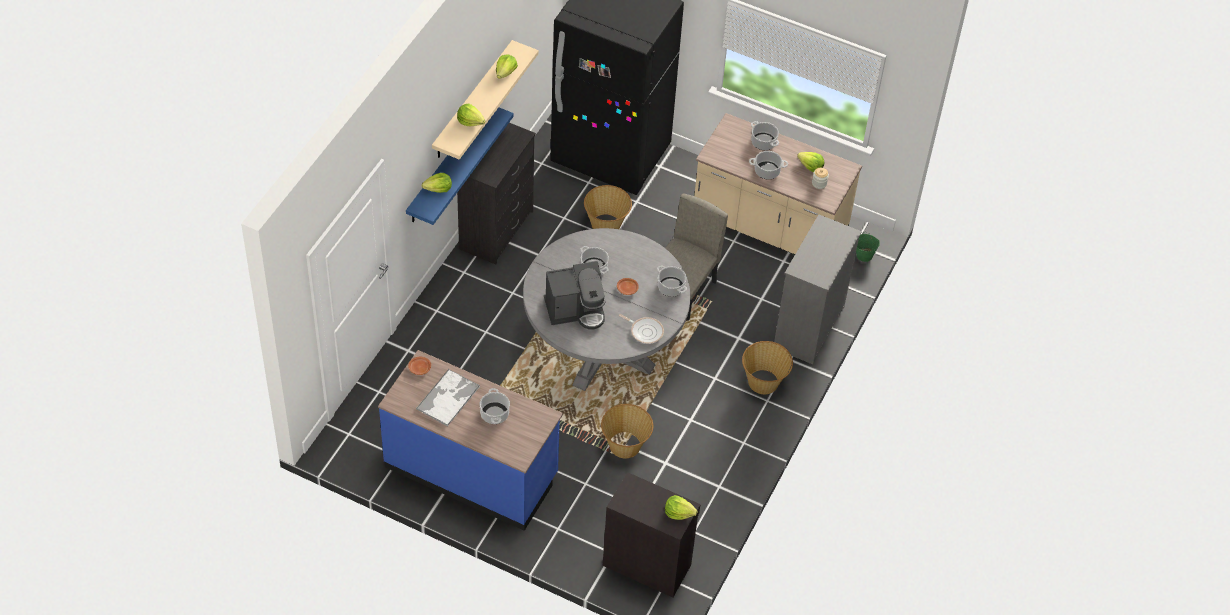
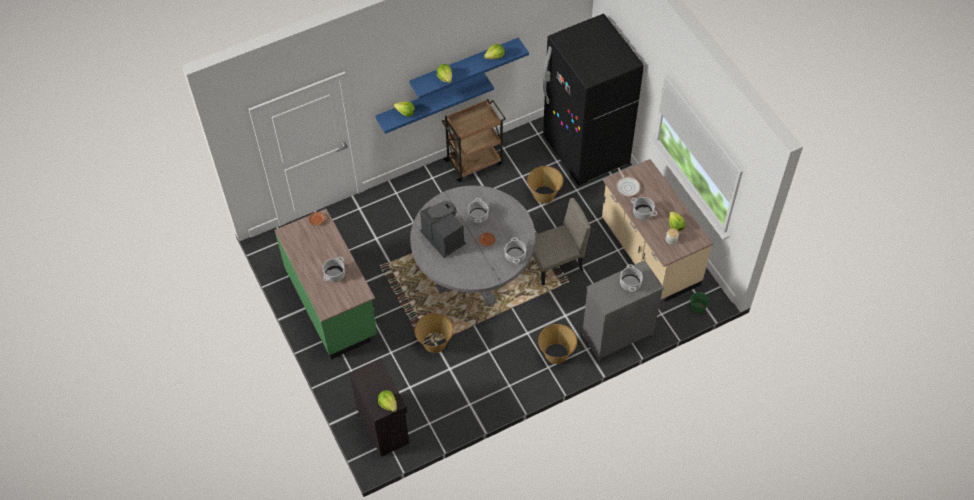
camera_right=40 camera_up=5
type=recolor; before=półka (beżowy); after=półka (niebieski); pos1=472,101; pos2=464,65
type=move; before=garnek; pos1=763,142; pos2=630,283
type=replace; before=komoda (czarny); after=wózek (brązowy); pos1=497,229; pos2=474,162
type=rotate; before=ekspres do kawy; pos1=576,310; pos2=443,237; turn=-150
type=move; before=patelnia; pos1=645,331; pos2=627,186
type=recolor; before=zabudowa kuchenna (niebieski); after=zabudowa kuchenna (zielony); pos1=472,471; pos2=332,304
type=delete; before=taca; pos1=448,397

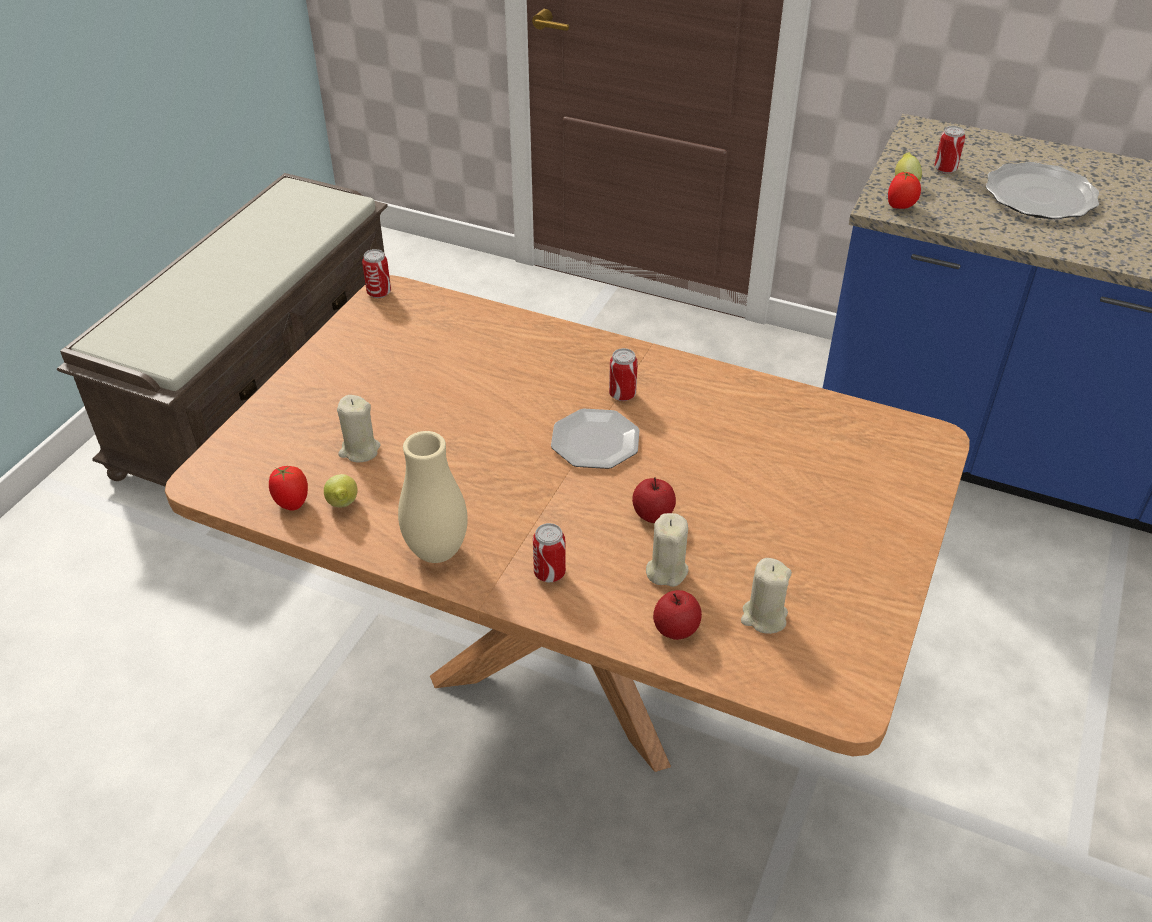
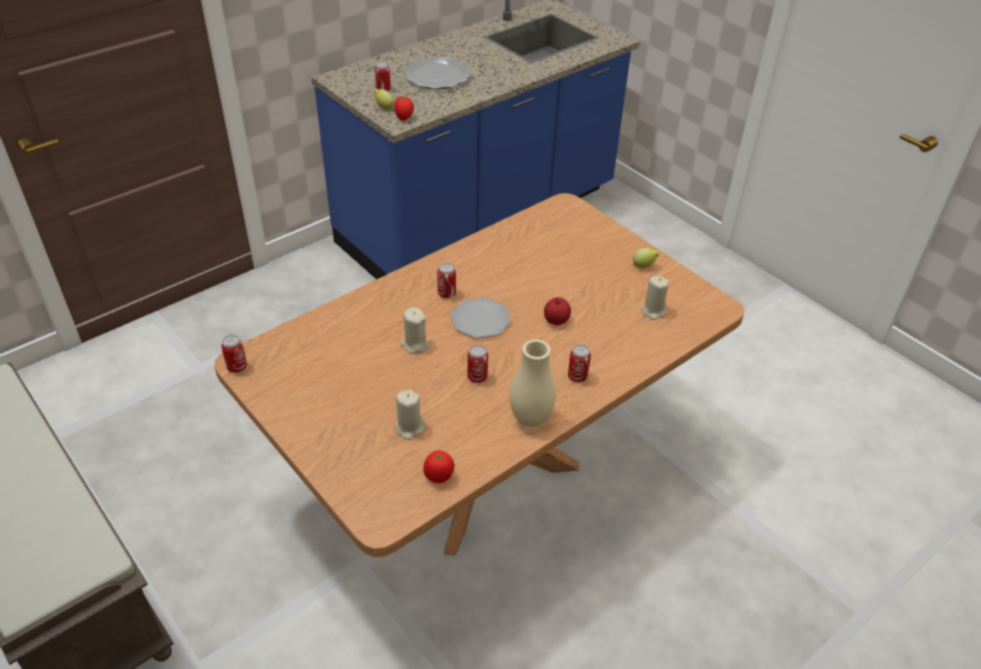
camera_right=-65 camera_up=0
type=move; before=cytryna; pos1=343,505; pos2=644,266
type=move; before=świeca (beżowy); pos1=666,570; pos2=415,345
type=delete; before=jabłko; pos1=676,629
type=insert; after=puszka; pos2=477,377

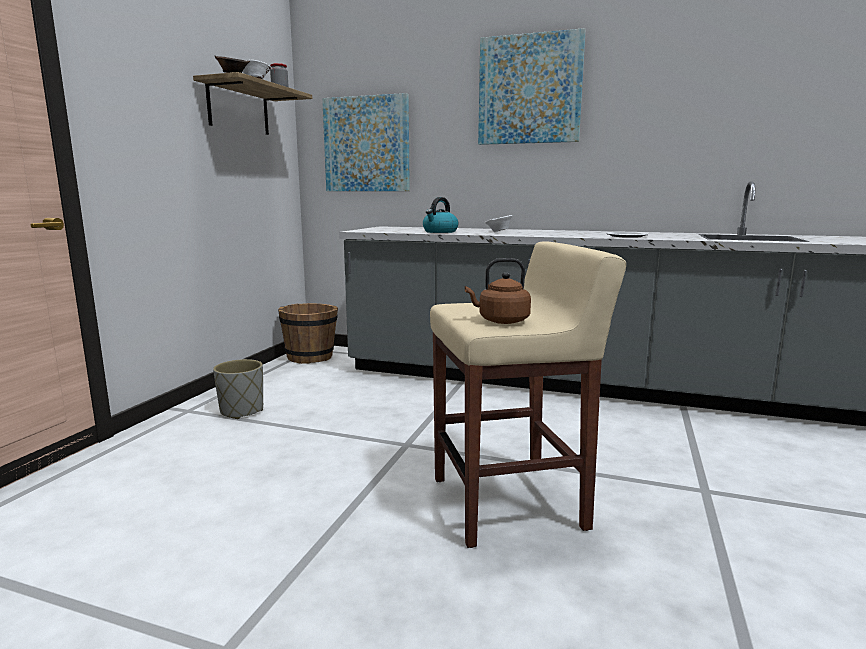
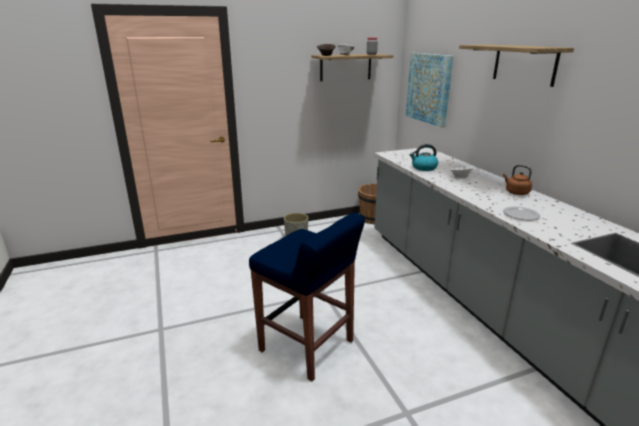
camera_right=50 camera_up=10
type=replace; before=obraz; after=półka; pos1=530,90; pos2=524,64
type=recolor; before=stołek (beżowy); after=stołek (niebieski); pos1=510,503; pos2=308,347
type=move; before=czajnik (brązowy); pos1=501,321; pos2=515,192

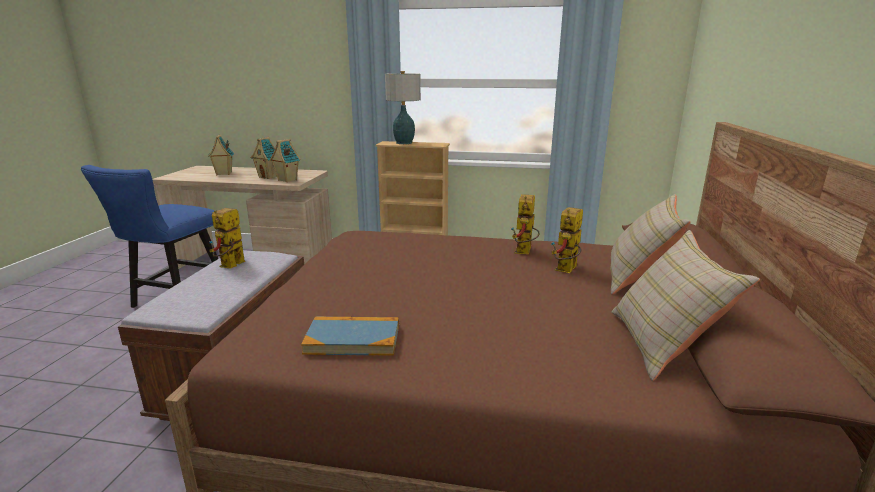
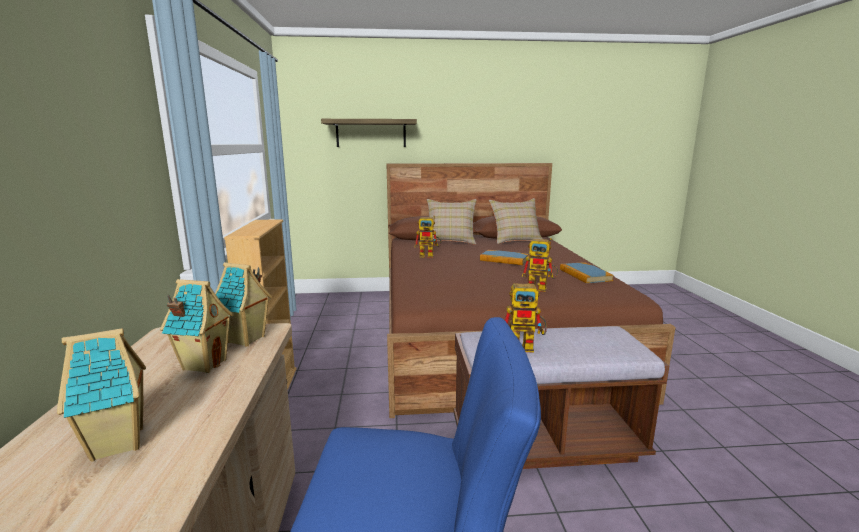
camera_right=-105 camera_up=-5
type=delete; before=lampa stołowa; pos1=404,143
type=move; before=robot zabawkowy; pos1=566,271; pos2=541,288
type=insert; after=półka; pos2=371,133
type=insert; after=książka; pos2=504,259

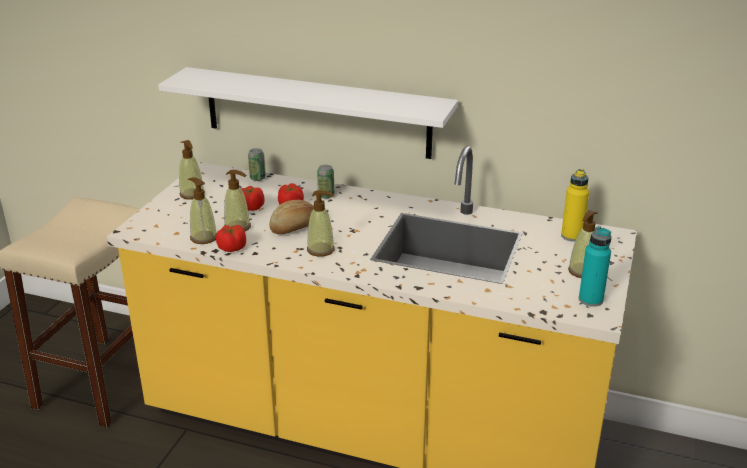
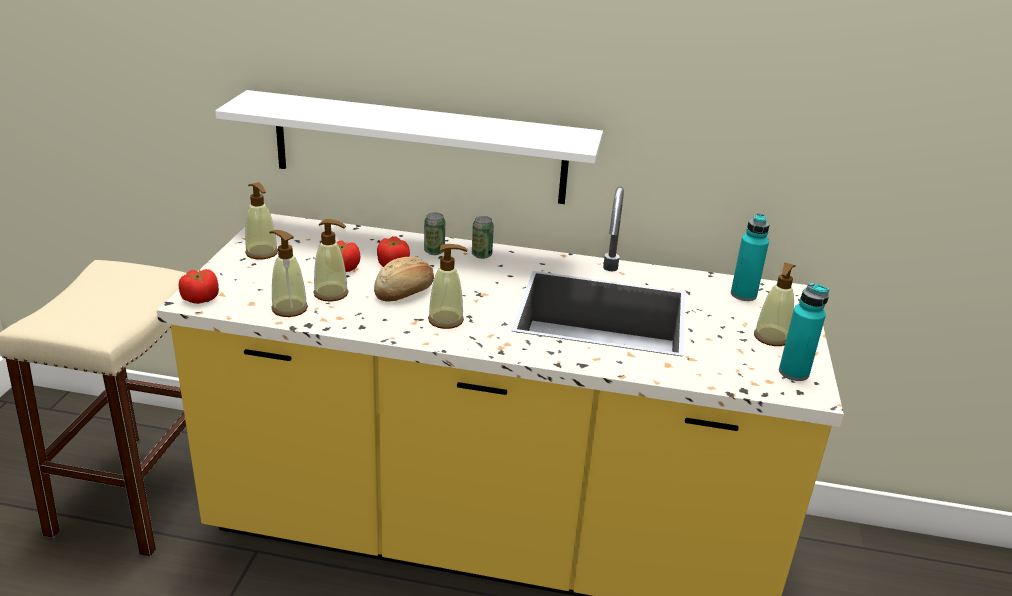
camera_right=-10 camera_up=0
type=move; before=puszka; pos1=257,178; pos2=481,255
type=recolor; before=butelka (żółty); after=butelka (turkusowy); pos1=572,236; pos2=743,295
type=move; before=pomidor; pos1=232,248; pos2=200,299

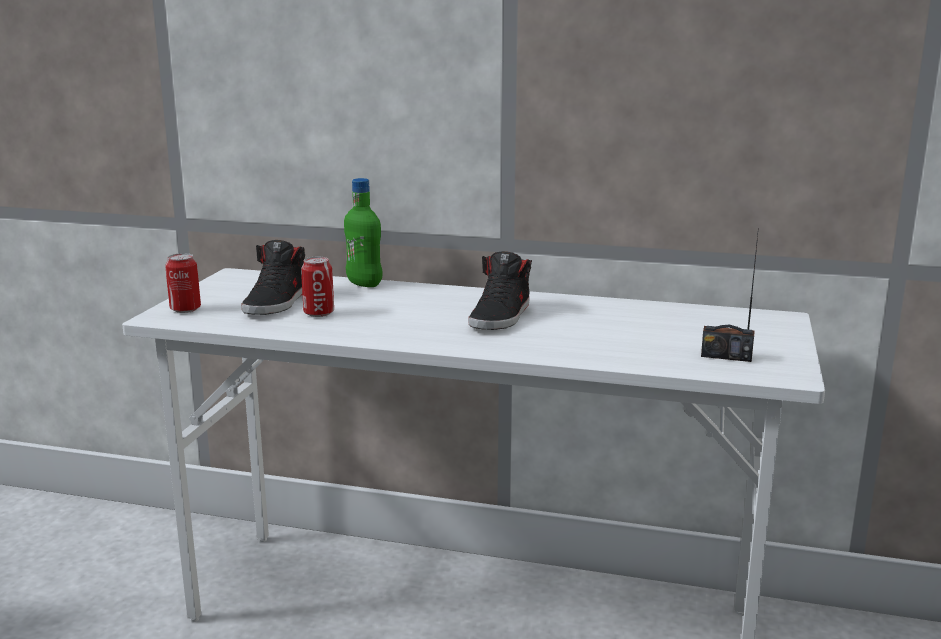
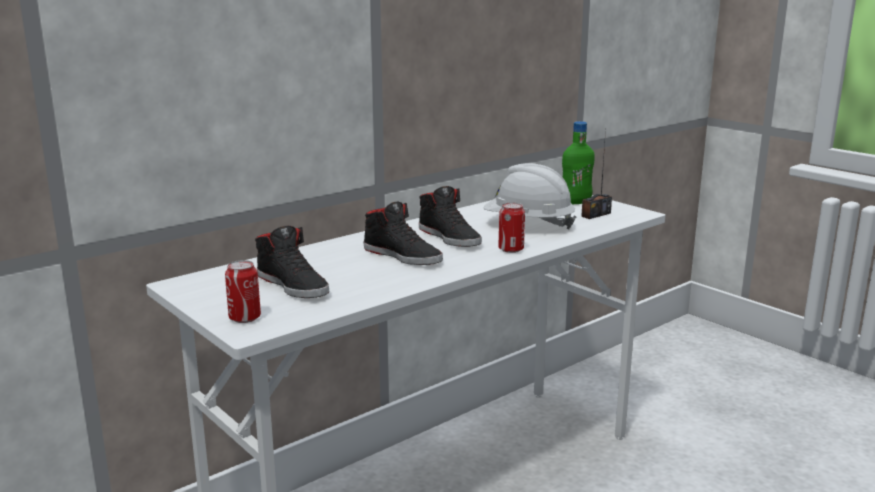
camera_right=-55 camera_up=0
type=move; before=butelka (zielony); pos1=364,284; pos2=575,202
type=move; before=puszka; pos1=319,313; pos2=511,249
type=insert; after=kask (biały); pos2=528,225
type=insert; after=but (czarny); pos2=403,256

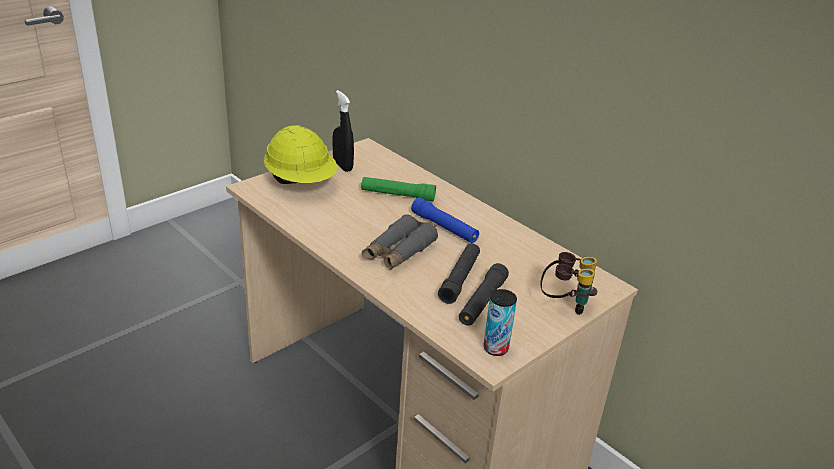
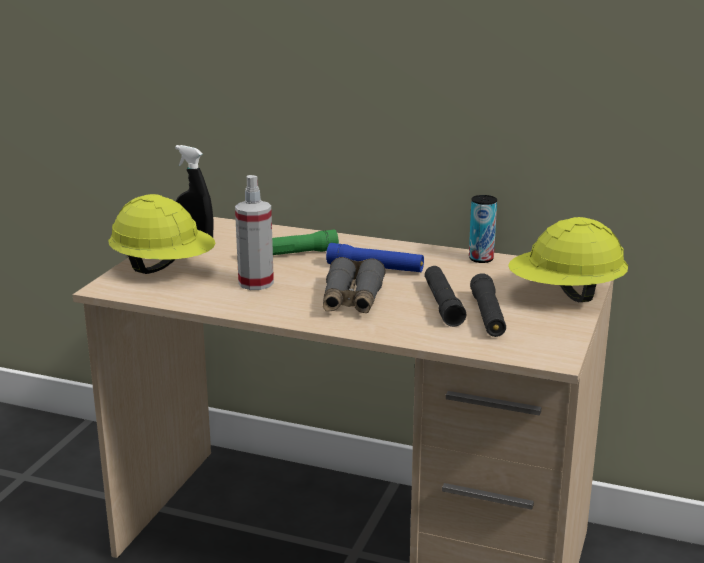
camera_right=-25 camera_up=-10
type=replace; before=lornetka; after=kask (żółty); pos1=565,303; pos2=565,295
type=move; before=puszka; pos1=495,348; pos2=481,259
type=insert; after=spryskiwacz; pos2=256,283

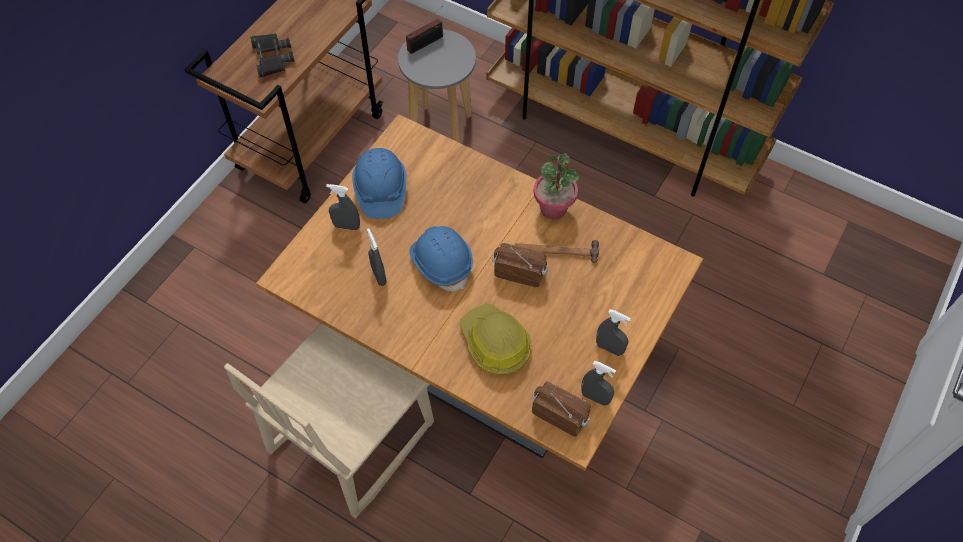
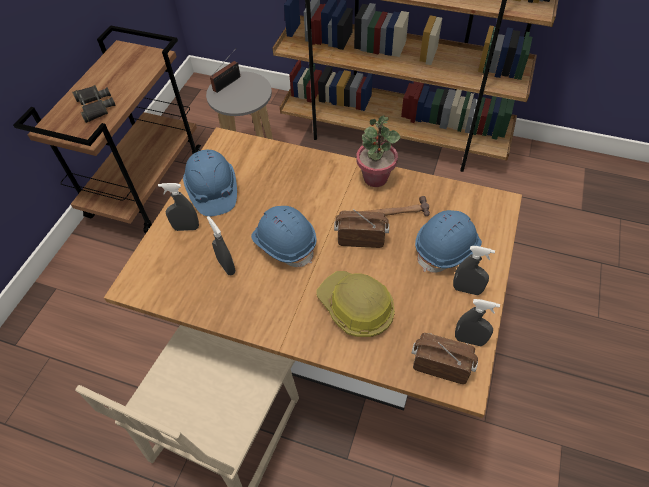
camera_right=-10 camera_up=-5
type=insert; after=kask (niebieski); pos2=447,249

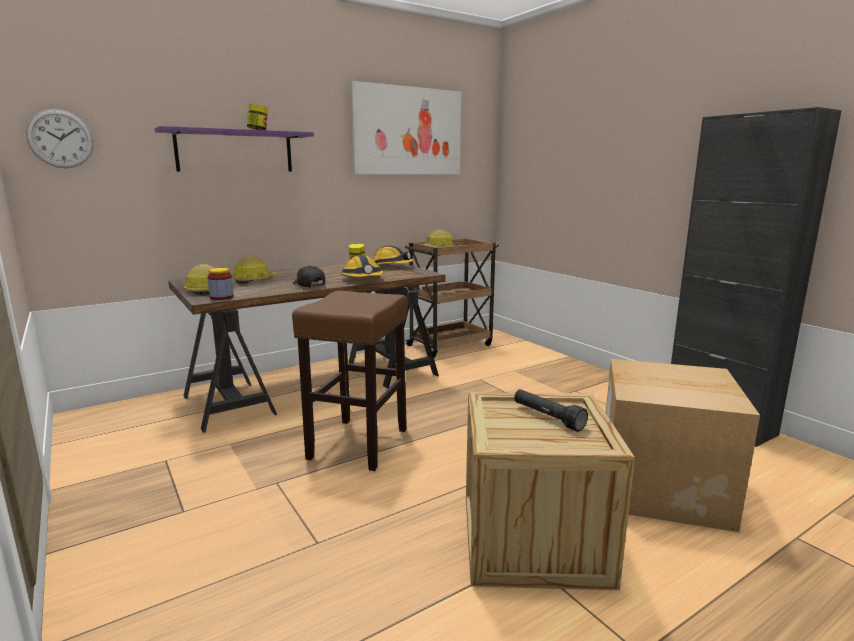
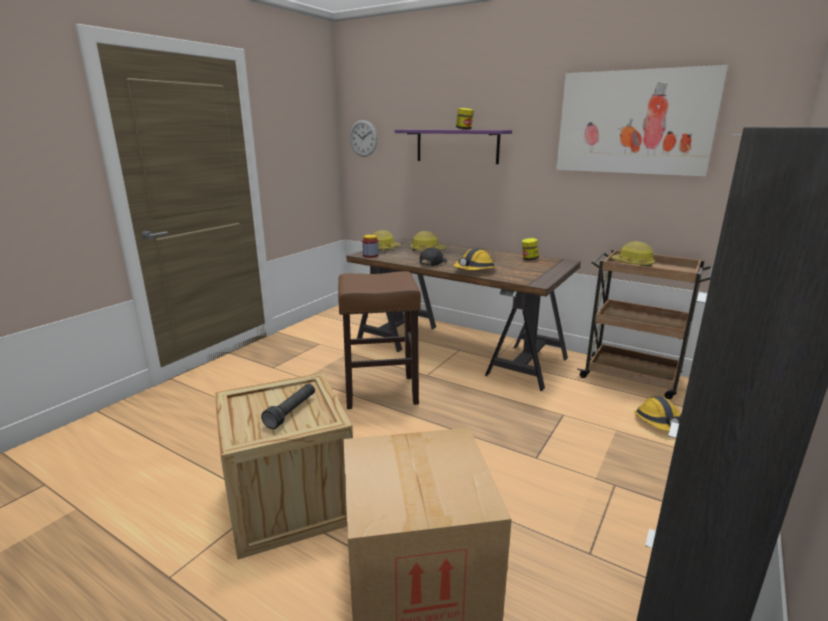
camera_right=65 camera_up=5
type=move; before=kask; pos1=391,267; pos2=659,423

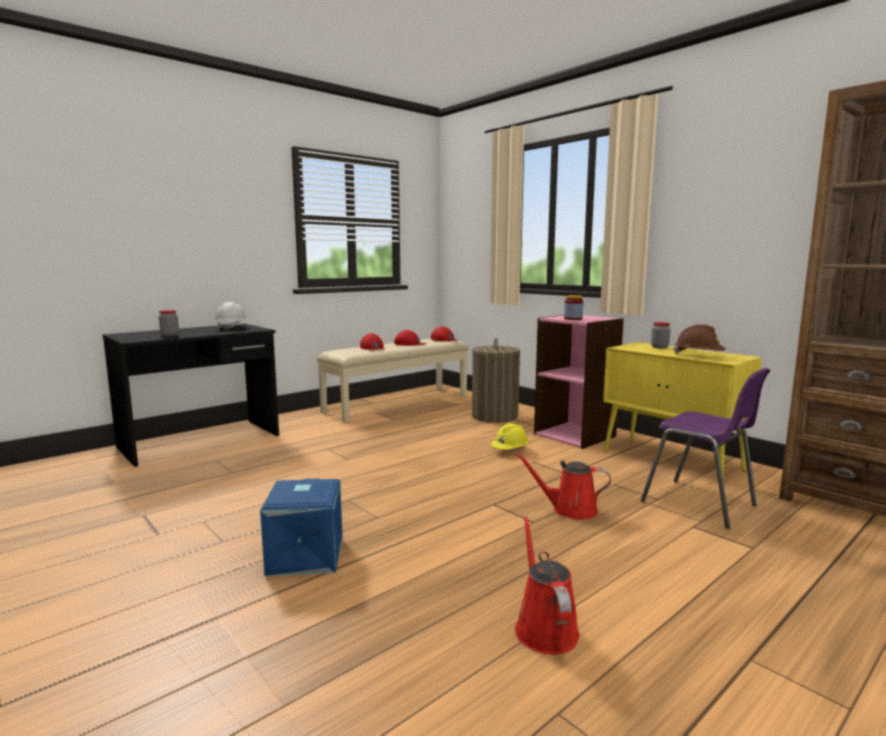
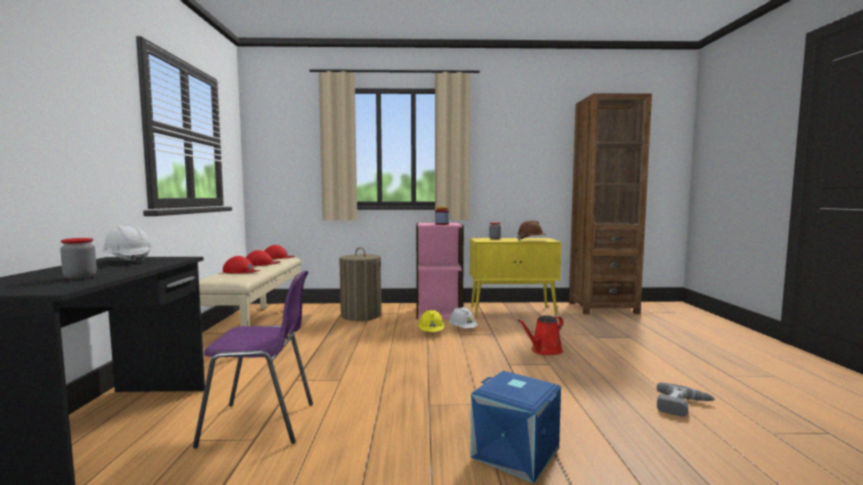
camera_right=-50 camera_up=-5
type=move; before=krzesło (fioletowy); pos1=701,504; pos2=262,424
type=replace; before=konewka (czerwony); after=wiertarka; pos1=544,627; pos2=683,406
type=insert; after=kask (biały); pos2=462,329

